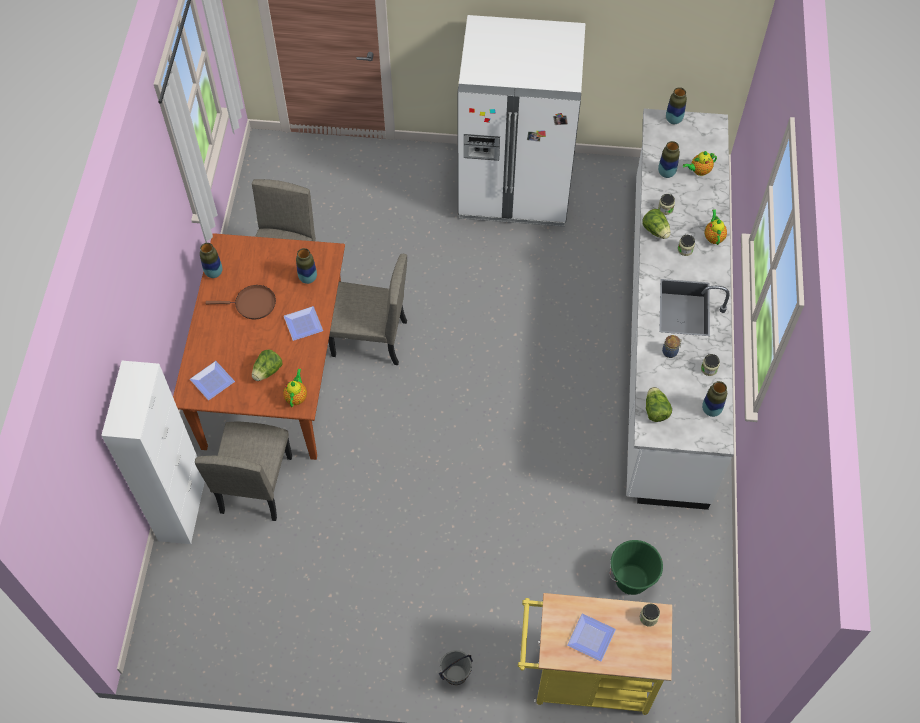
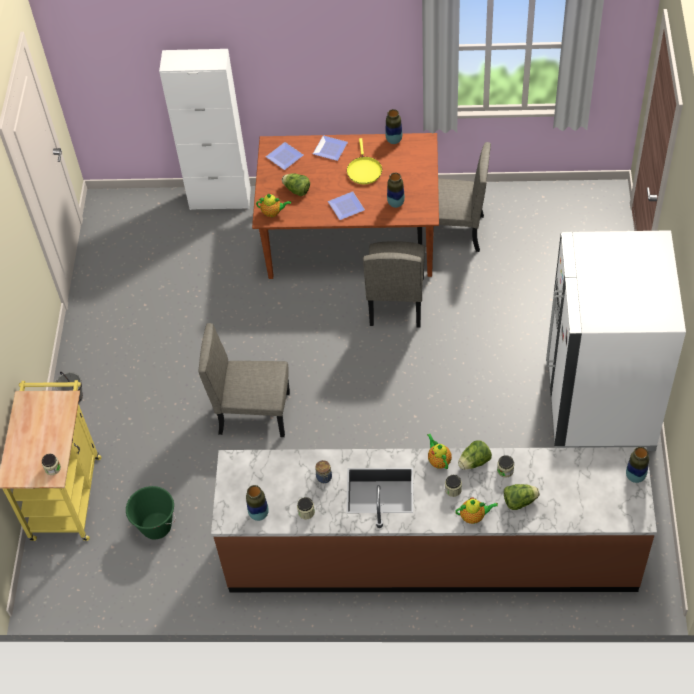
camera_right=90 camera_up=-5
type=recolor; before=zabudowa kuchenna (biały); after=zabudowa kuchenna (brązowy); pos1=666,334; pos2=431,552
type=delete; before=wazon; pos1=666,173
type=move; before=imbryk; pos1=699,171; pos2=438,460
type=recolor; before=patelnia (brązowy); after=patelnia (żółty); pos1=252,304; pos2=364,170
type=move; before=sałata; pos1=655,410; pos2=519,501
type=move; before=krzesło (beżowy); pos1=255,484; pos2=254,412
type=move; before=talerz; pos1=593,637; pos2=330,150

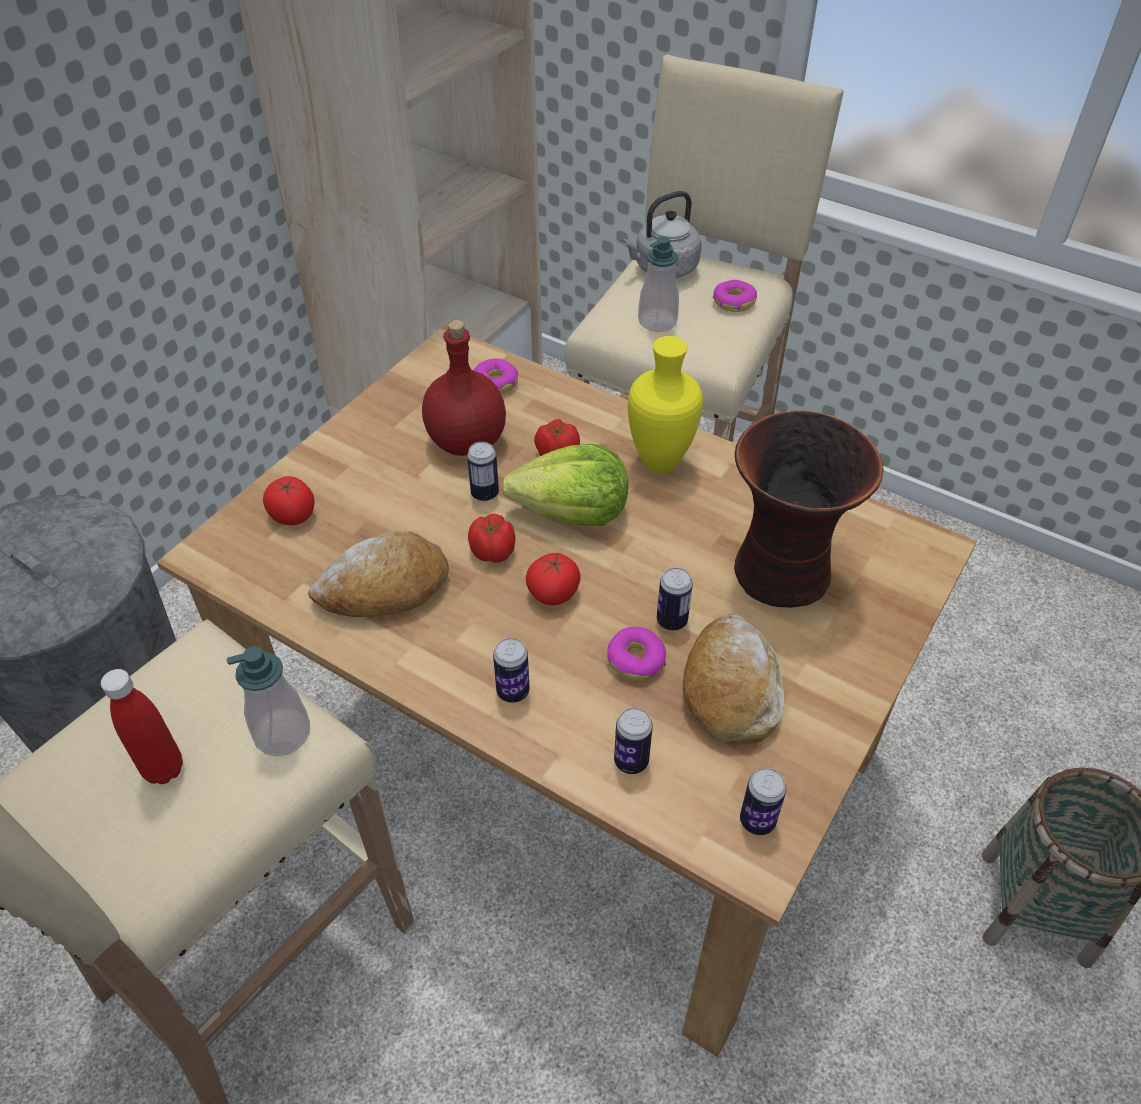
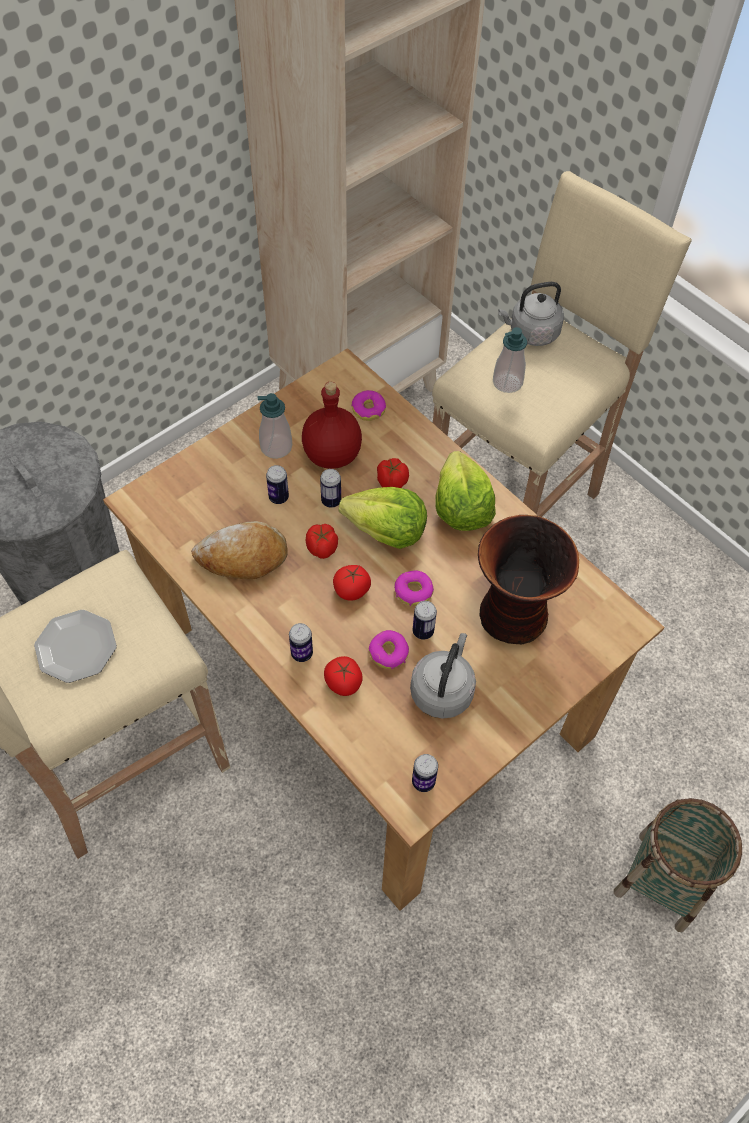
camera_right=15 camera_up=10
type=move; before=donut; pos1=733,302; pos2=413,591
type=replace; before=wazon (żółty); after=sałata; pos1=659,464; pos2=461,507
type=move; before=pomidor; pos1=293,515; pos2=343,683
type=replace; before=chleb; after=czajnik (szary); pos1=730,689; pos2=442,690
type=move; before=dozownik mydła; pos1=282,733; pos2=276,447
type=replace; before=butelka (czerwony); after=talerz; pos1=164,769; pos2=77,648
type=move; before=puszka; pos1=631,761; pos2=278,497

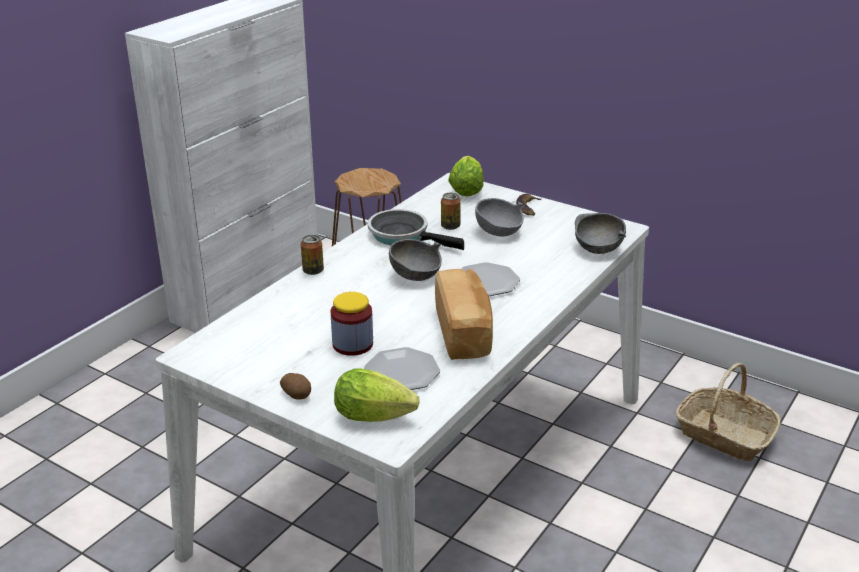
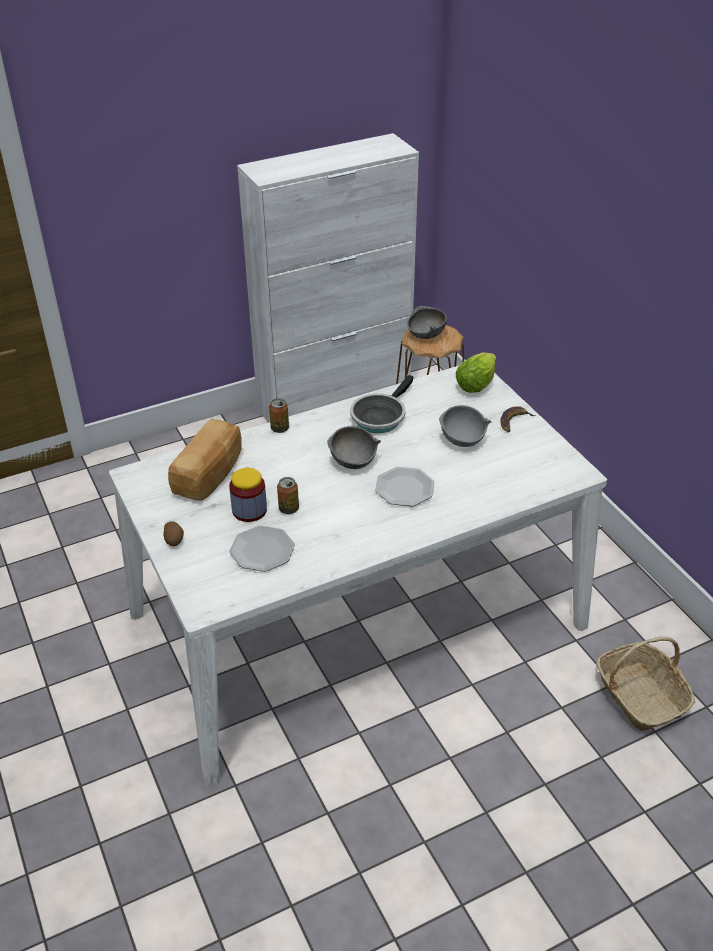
camera_right=30 camera_up=10
type=move; before=puszka; pos1=450,226; pos2=288,509
type=rotate; before=patelnia; pos1=403,235; pos2=380,416; turn=-120
type=move; before=miska (szary); pos1=598,249; pos2=425,335
type=move; before=chleb; pos1=464,332; pos2=210,475
type=delete; before=sałata; pos1=378,417

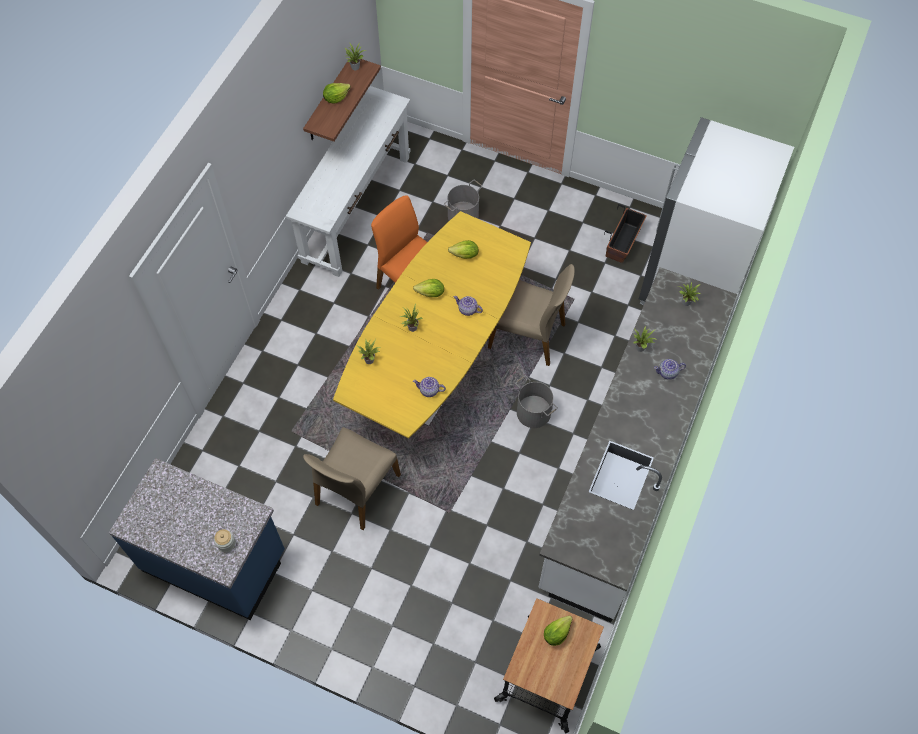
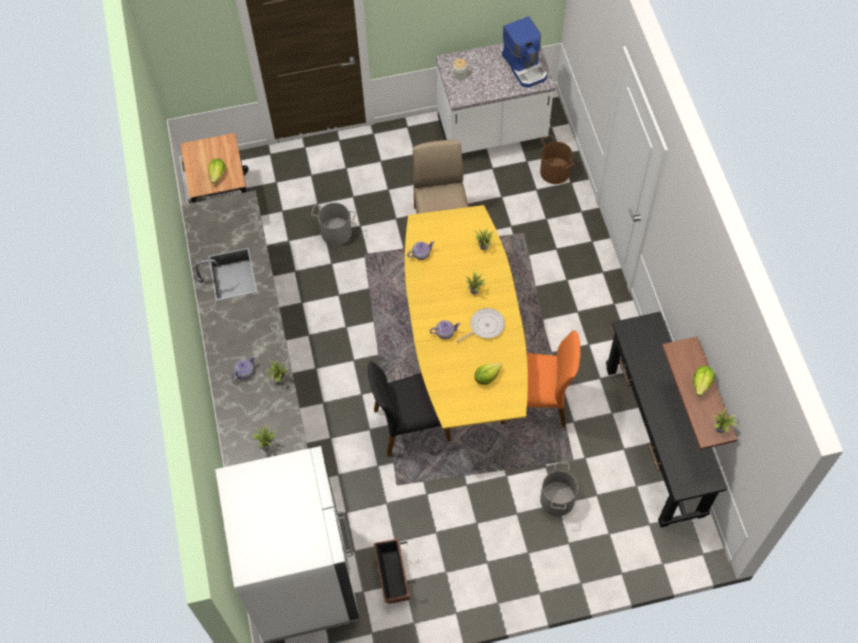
camera_right=145 camera_up=0
type=recolor; before=stolik konsolowy (biały); after=stolik konsolowy (czarny); pos1=357,208; pos2=654,440
type=recolor; before=krzesło (beżowy); after=krzesło (czarny); pos1=528,335; pos2=410,424
type=replace; before=sałata; after=patelnia; pos1=430,294; pos2=485,326
type=move; before=wiadro (szary); pos1=533,413; pos2=336,232
type=recolor; before=zabudowa kuchenna (niebieski); after=zabudowa kuchenna (biały); pos1=215,560; pos2=492,130
type=insert; after=ekspres do kawy; pos2=525,66
type=insert; after=wiadro (brązowy); pos2=555,171

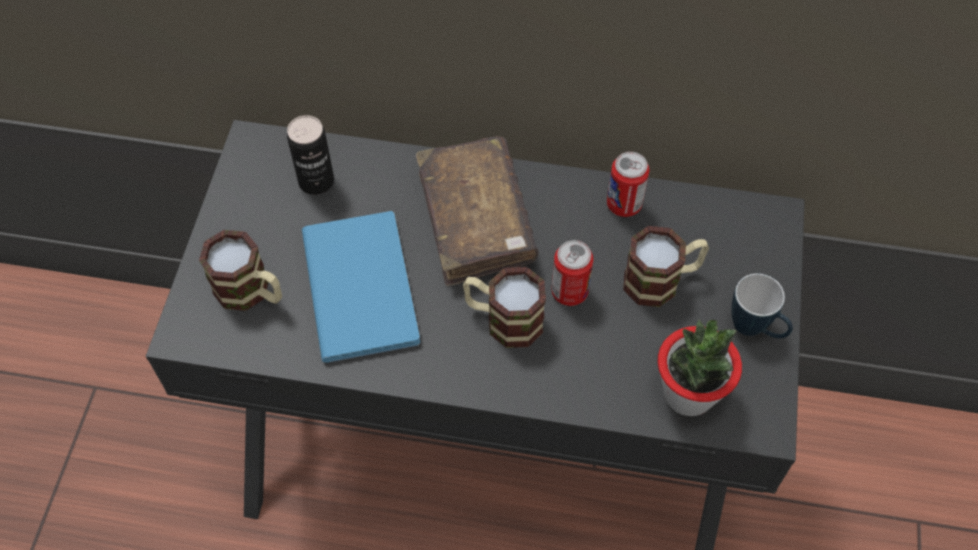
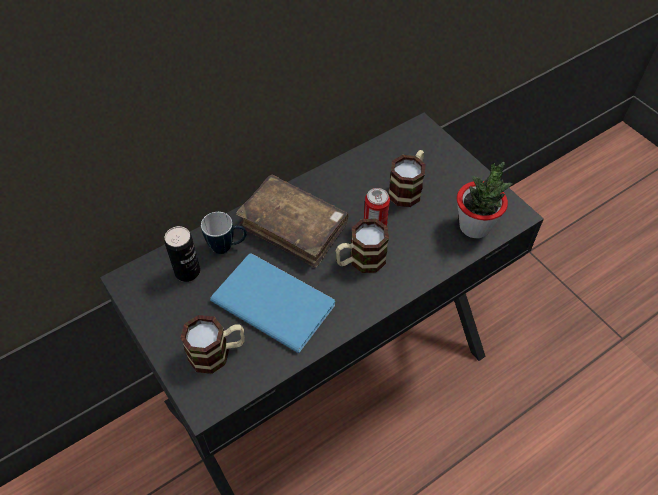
camera_right=-45 camera_up=-5
type=delete; before=puszka; pos1=624,204
type=move; before=kubek; pos1=755,330; pos2=227,247

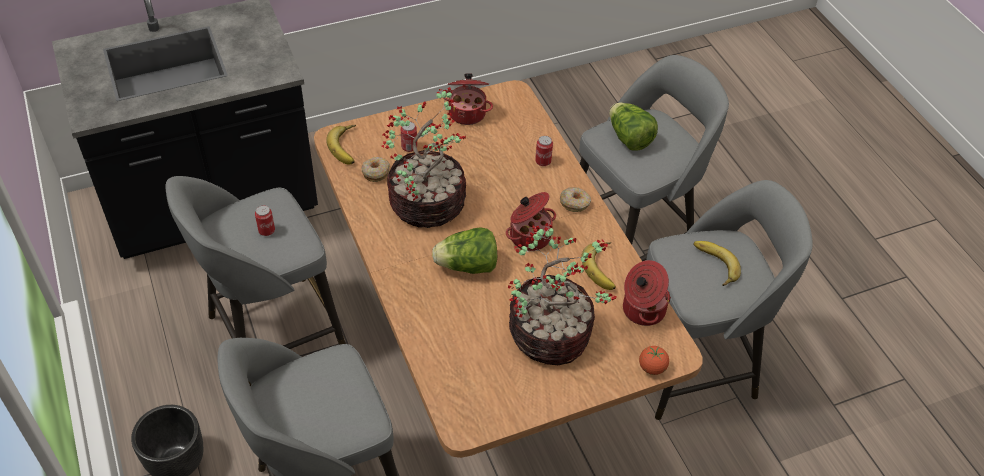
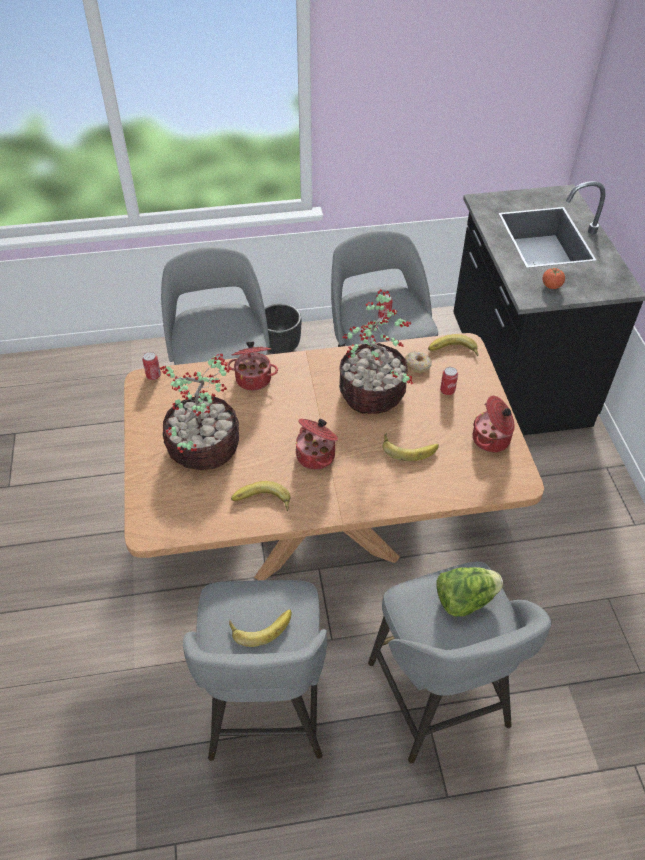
camera_right=105 camera_up=0
type=move; before=puszka; pos1=543,161; pos2=153,375
type=delete; before=donut; pos1=575,203
type=delete; before=sałata; pos1=467,266
type=move; before=garnek; pos1=642,309; pos2=254,378
type=move; before=pomidor; pos1=652,368; pos2=551,286
type=insert; after=banan; pos2=409,447

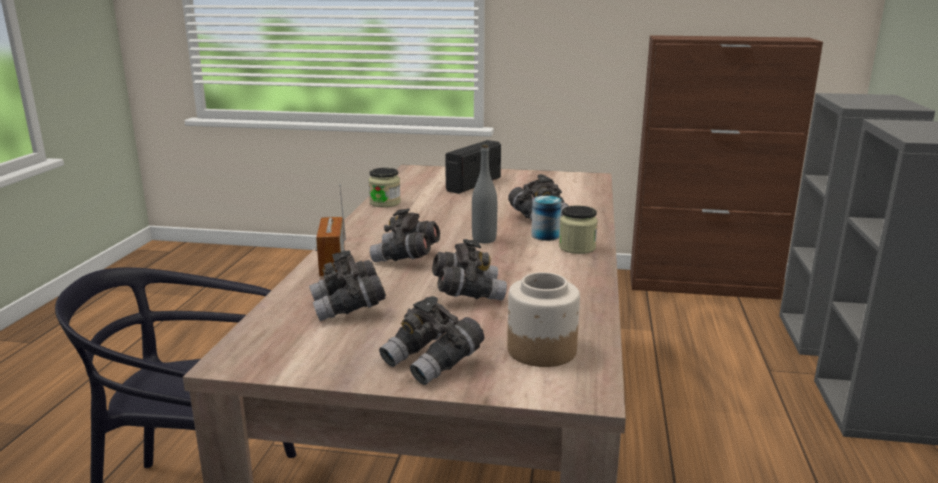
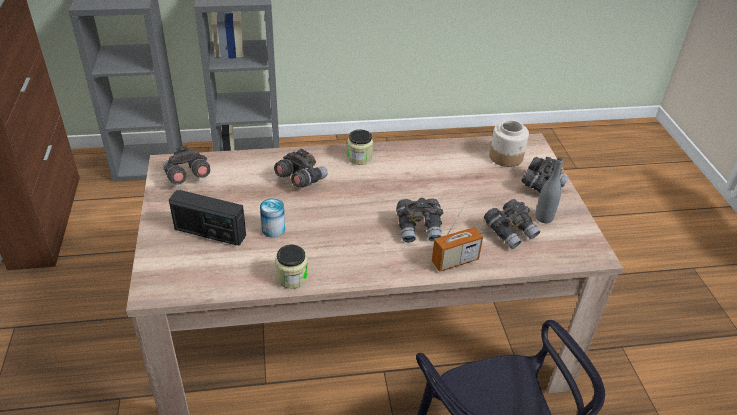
camera_right=-110 camera_up=20
type=move; before=butelka (szary); pos1=484,239; pos2=544,218
type=move; before=puszka; pos1=545,235; pos2=273,229
type=move; before=lornetka (szary); pos1=467,293; pos2=187,177

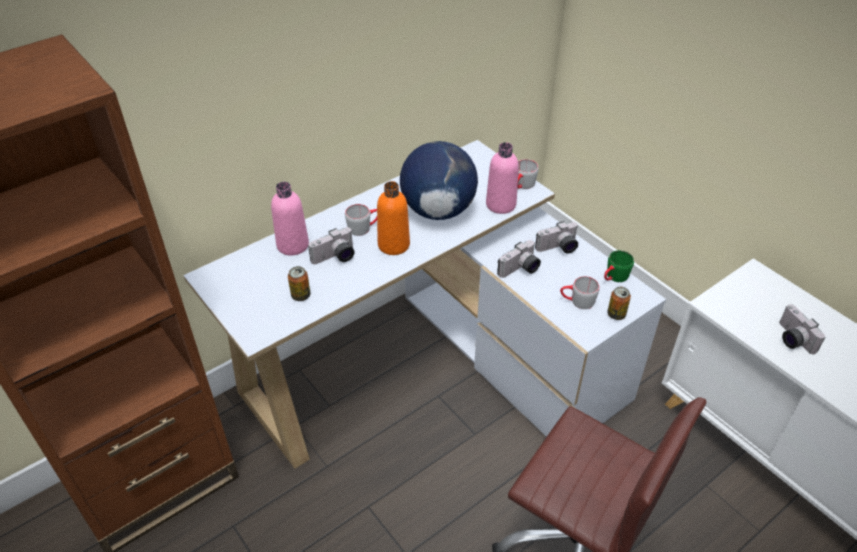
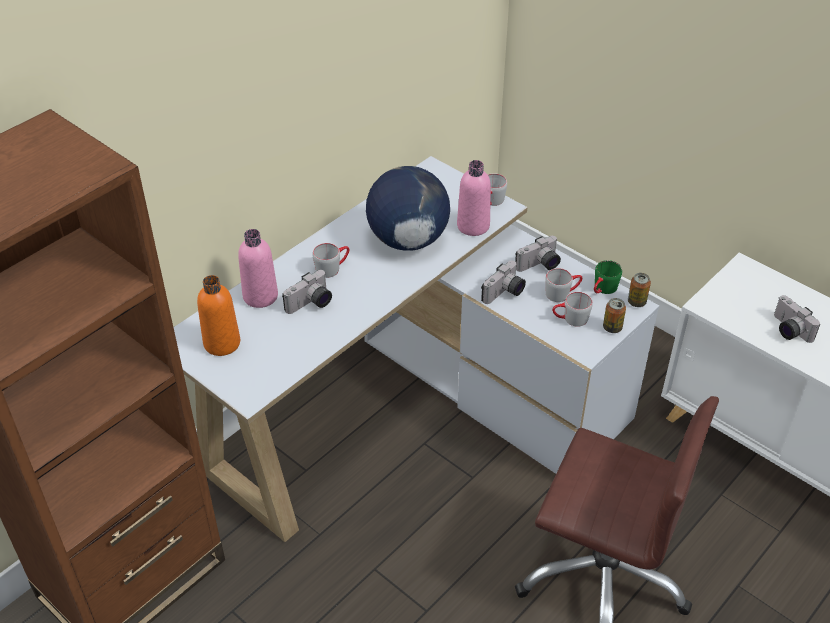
camera_right=-10 camera_up=0
type=move; before=butelka (pomarańczowy); pos1=393,245; pos2=222,343
type=move; before=puszka; pos1=301,295; pos2=636,302
type=insert; after=kubek (szary); pos2=562,293

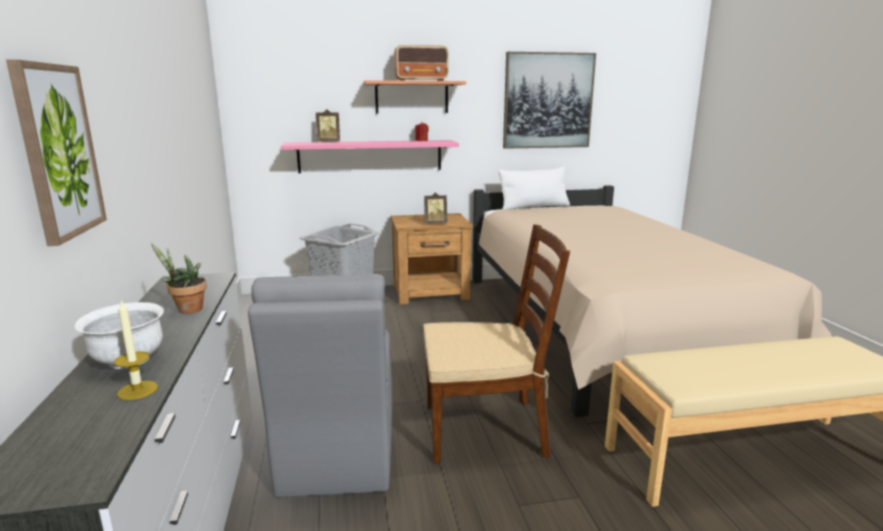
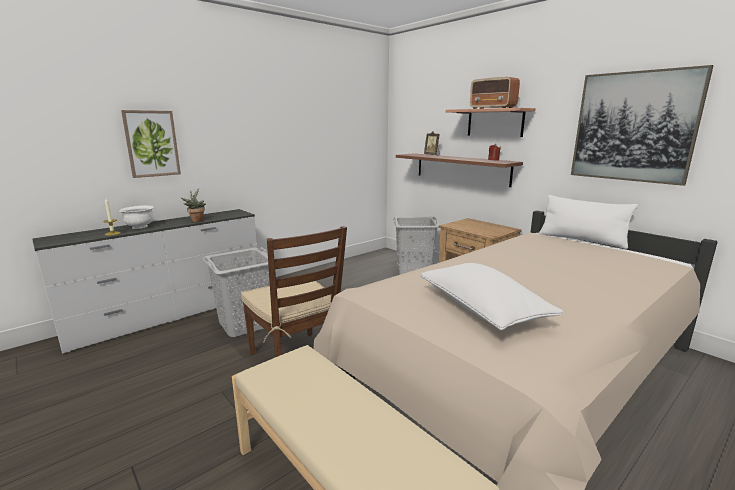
camera_right=60 camera_up=0
type=recolor; before=półka (różowy); after=półka (brązowy); pos1=370,156; pos2=461,169
type=delete; before=ramka na zdjęcie; pos1=435,224
type=replace; before=krzesło (szary); after=kosz na pranie (szary); pos1=337,453; pos2=244,324
type=insert; after=poduszka (biały); pos2=482,309

